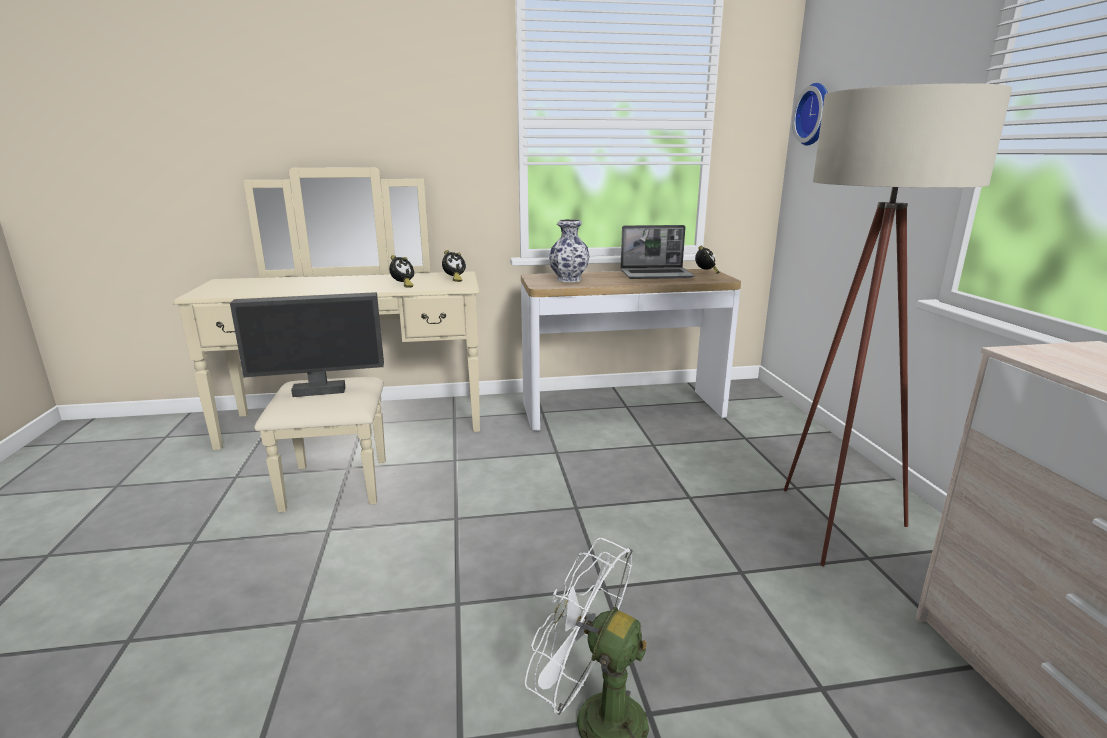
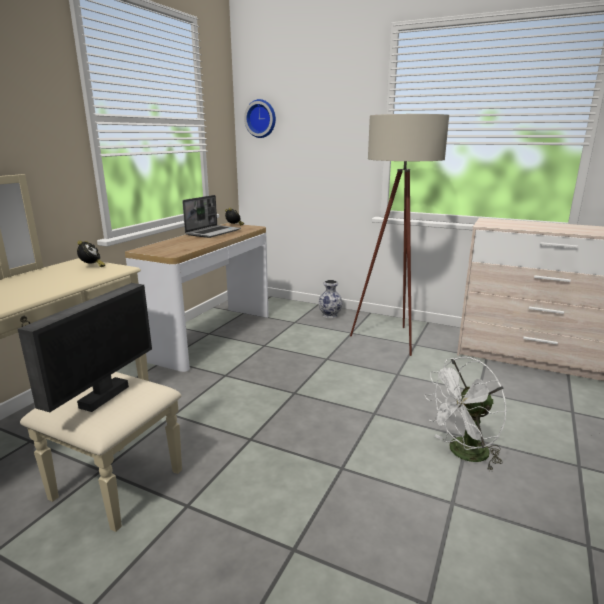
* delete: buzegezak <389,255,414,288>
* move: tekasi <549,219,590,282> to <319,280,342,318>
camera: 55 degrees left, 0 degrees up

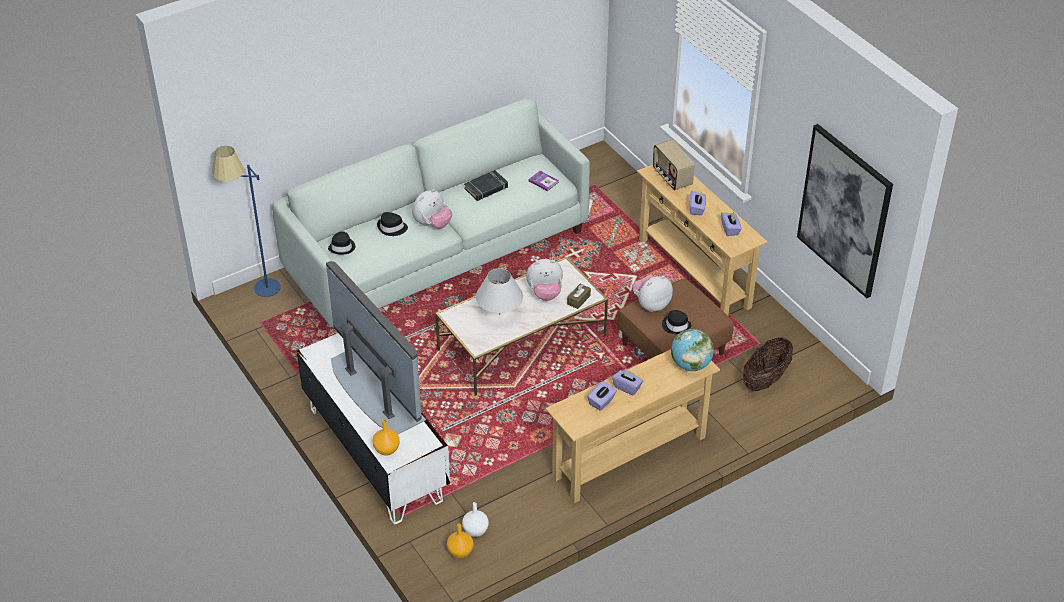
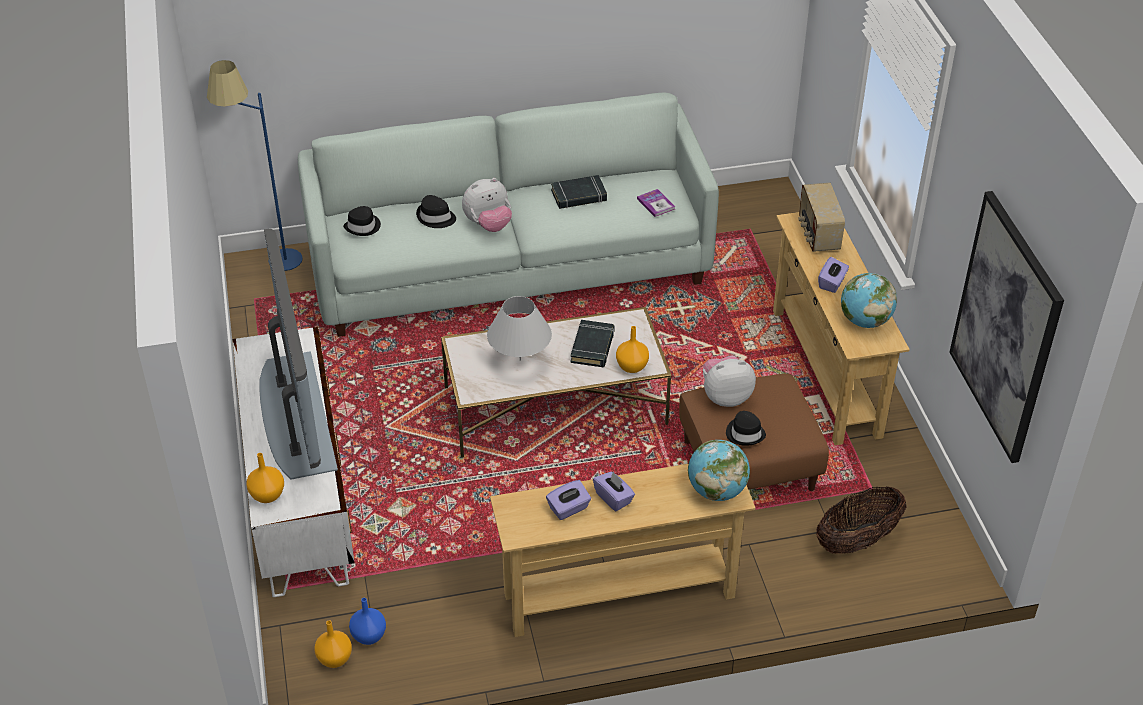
* replace: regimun <526,259,563,301> to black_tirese <570,320,614,367>
* replace: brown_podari <567,284,591,309> to orange_tekasi <616,326,649,373>
* replace: purple_podari <721,212,742,236> to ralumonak <841,273,897,328>
* recolor: white_tekasi <462,502,489,537> to blue_tekasi <349,598,386,645>
camera: 20 degrees right, 0 degrees up

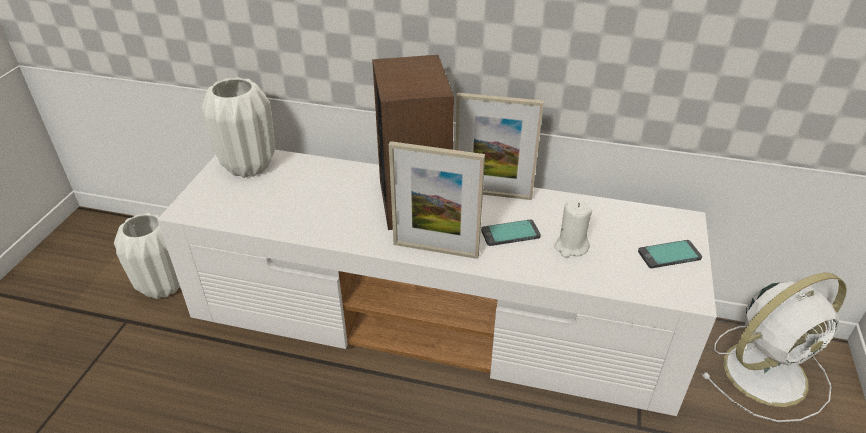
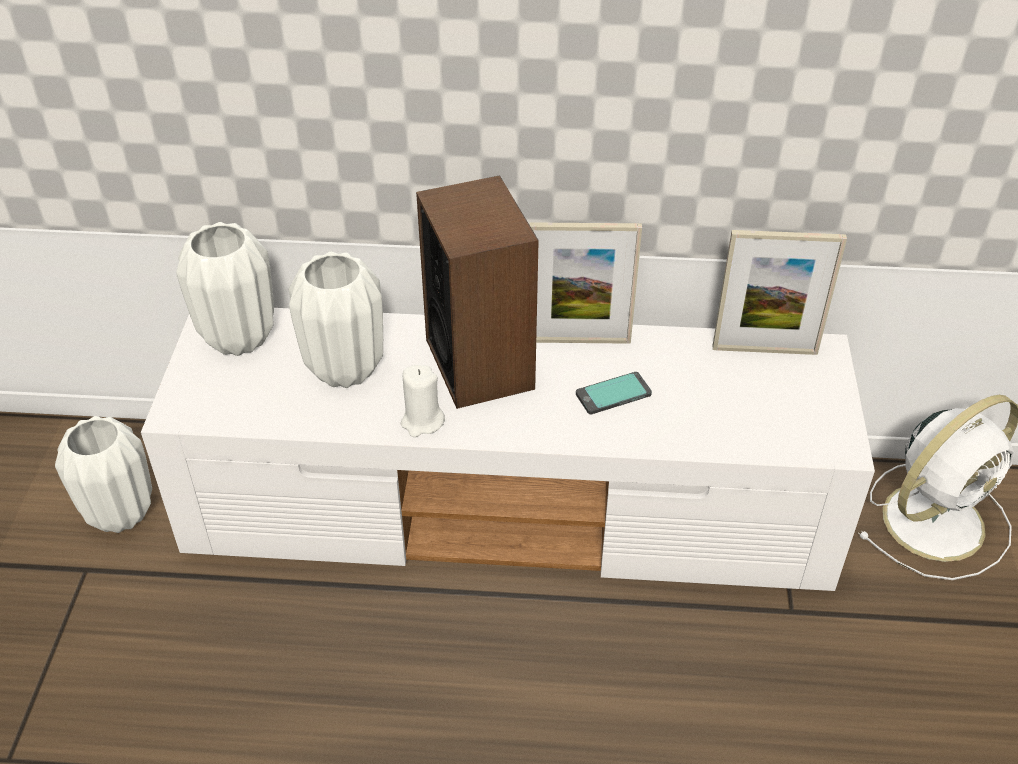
* delete: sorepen <638,240,702,268>
* insert: white_tekasi <289,252,383,388>
* move: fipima <389,141,485,259> to <713,230,847,355>
* move: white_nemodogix <554,200,592,258> to <401,365,445,437>
camera: 10 degrees left, 5 degrees up

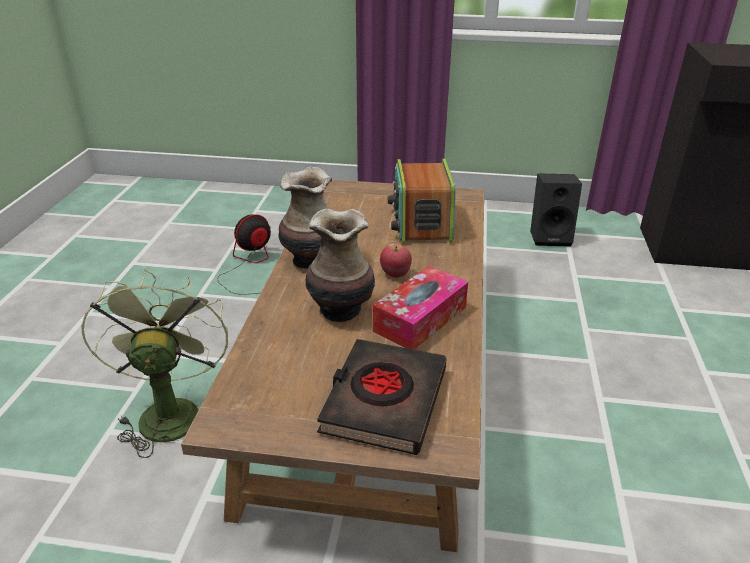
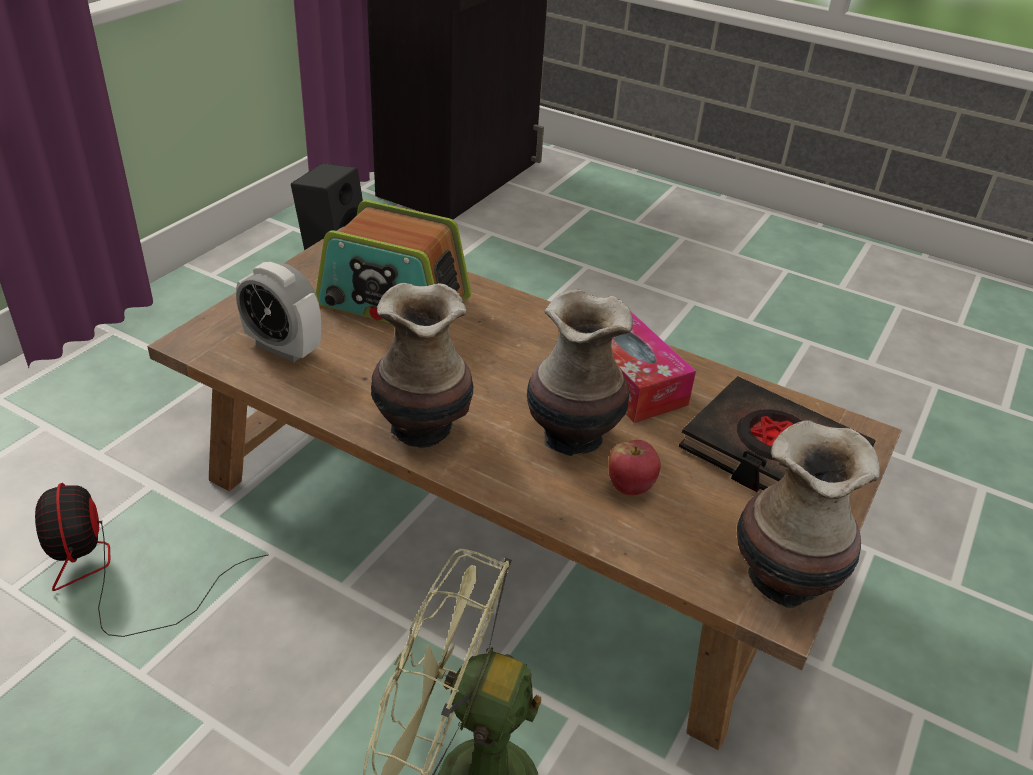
* insert: buzegezak <236,262,321,362>
* insert: tekasi <737,420,880,608>
* move: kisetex <380,244,412,278> to <608,440,661,495>
camera: 70 degrees left, 5 degrees up

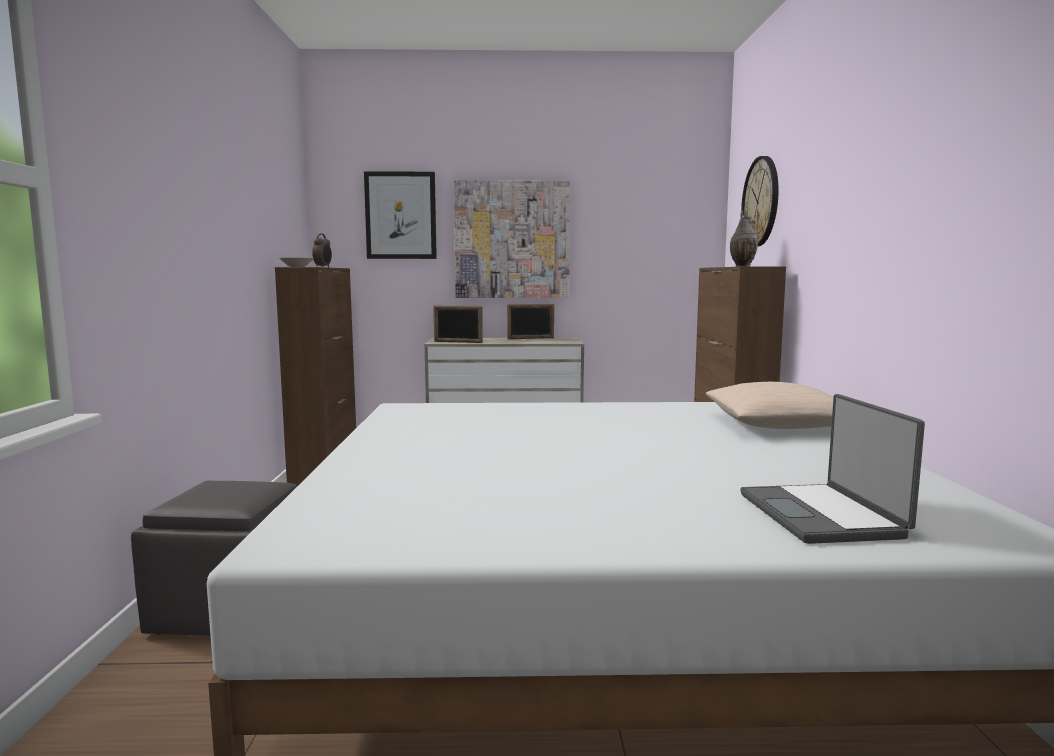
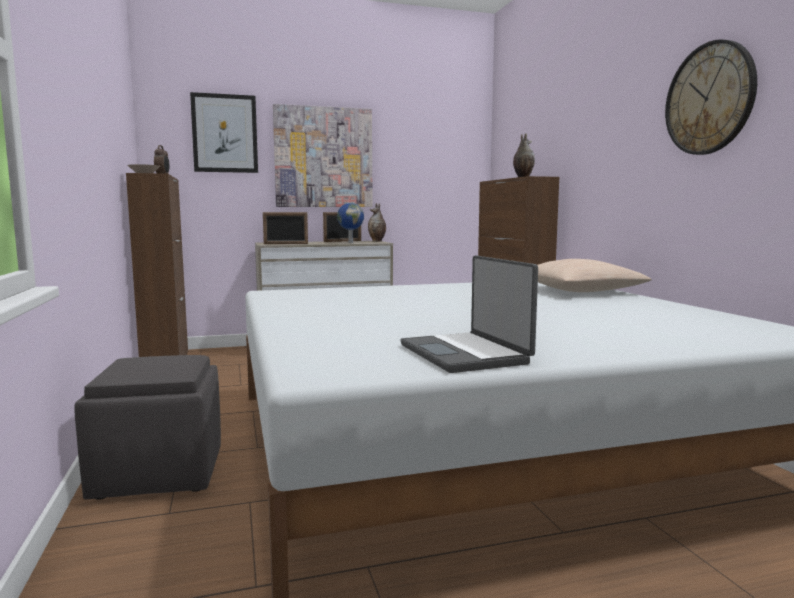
* insert: ralumonak <337,203,364,243>
* insert: tekasi <368,203,386,242>
* move: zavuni <740,394,925,544> to <401,255,538,373>
* move: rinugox <741,156,779,246> to <665,39,757,155>
camera: 15 degrees left, 0 degrees up

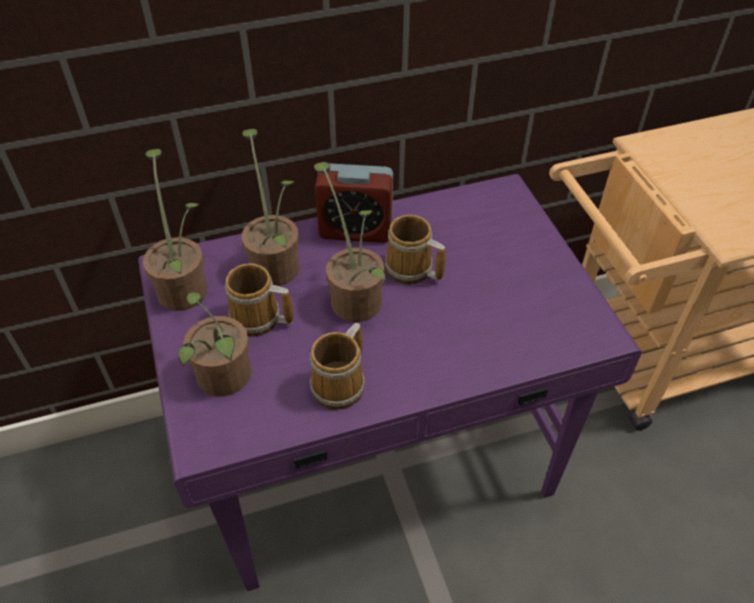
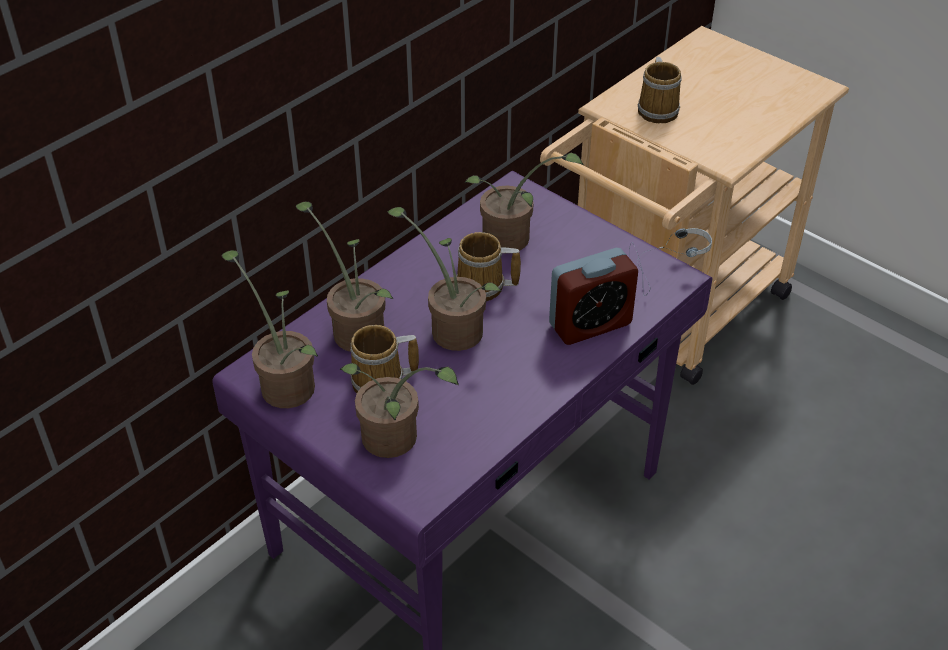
* insert: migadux <464,153,584,251>
* insert: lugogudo <629,228,712,296>
* move: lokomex <310,323,365,410> to <638,57,682,123>
* move: buzegezak <315,163,393,243> to <549,248,638,345>
camera: 30 degrees left, 5 degrees down

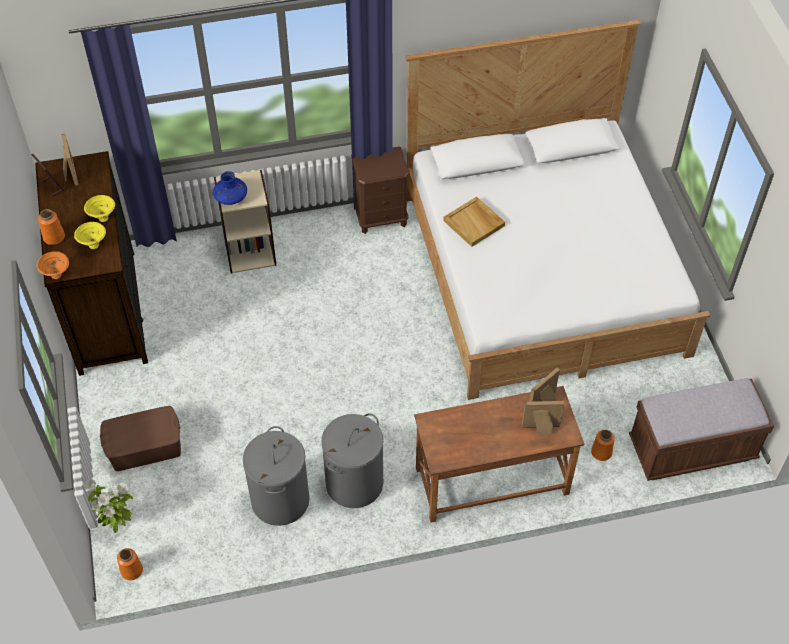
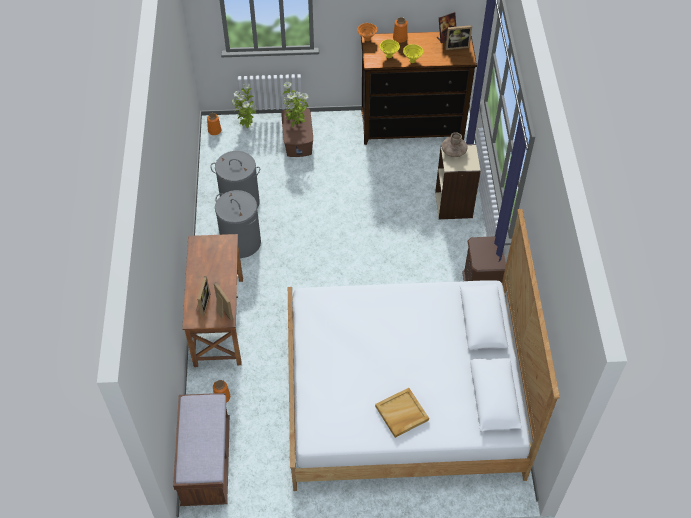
* insert: migadux <283,82,309,127>
* move: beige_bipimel <443,196,505,247> to <375,388,429,438>
* recolor: blue_tekasi <213,171,247,205> to brown_tekasi <441,132,468,157>
camera: 100 degrees right, 0 degrees up

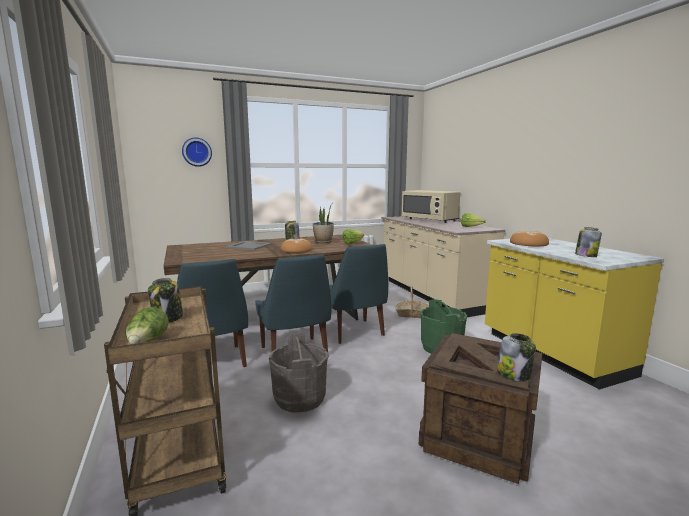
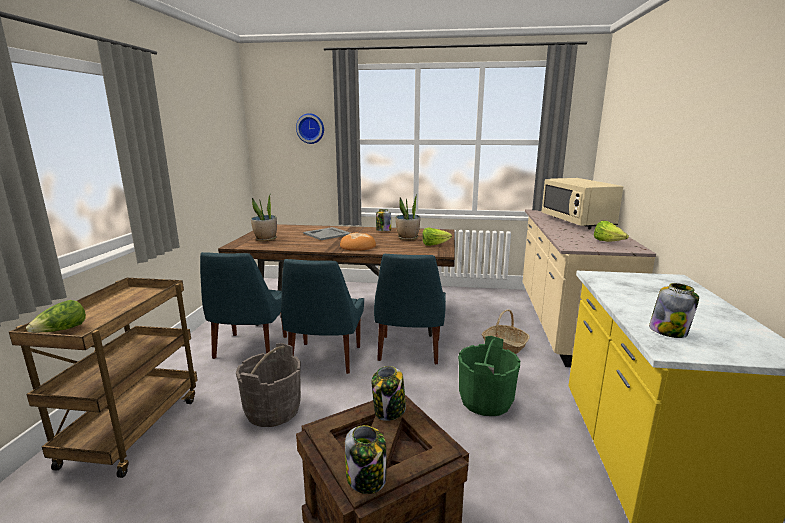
* delete: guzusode <510,231,549,246>
* insert: migadux <251,195,277,241>
* move: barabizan <148,278,183,323> to <372,366,406,421>
camera: 30 degrees right, 5 degrees up

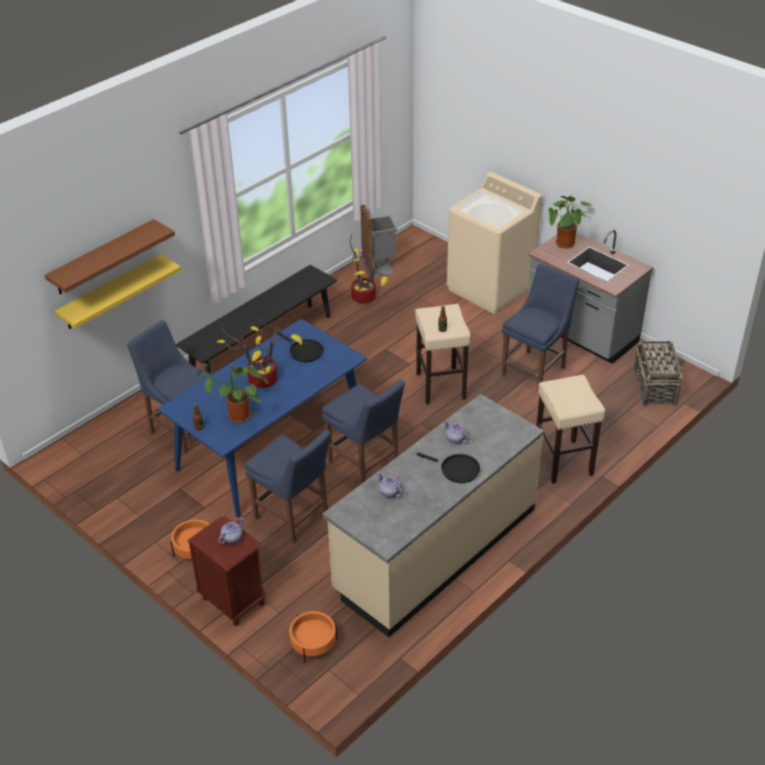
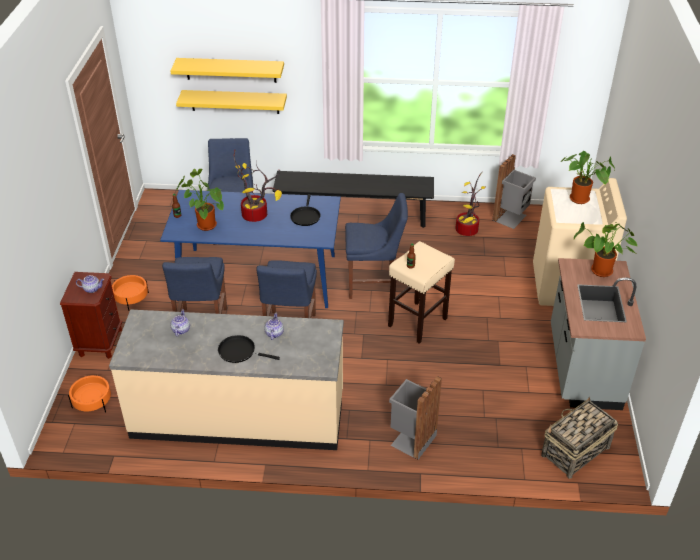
* insert: migadux <561,151,615,204>
* move: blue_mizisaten <502,263,579,392> to <345,193,408,299>
* replace: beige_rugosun <536,375,605,484> to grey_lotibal <389,376,442,460>
* recolor: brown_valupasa <45,219,175,294> to yellow_valupasa <170,58,284,83>
* rotate: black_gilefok <416,453,480,483> = <218,335,280,363> 120 degrees clockwise
camera: 50 degrees right, 0 degrees up

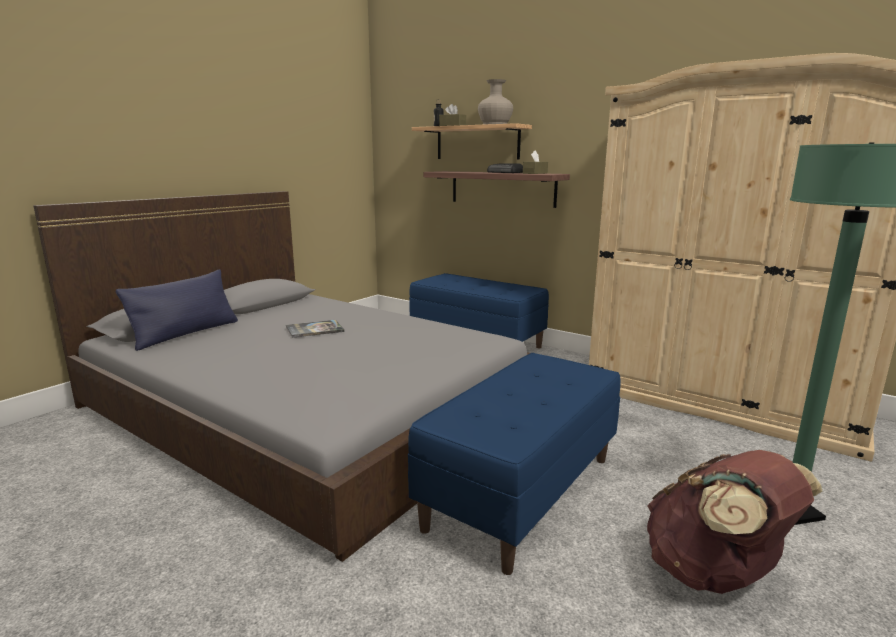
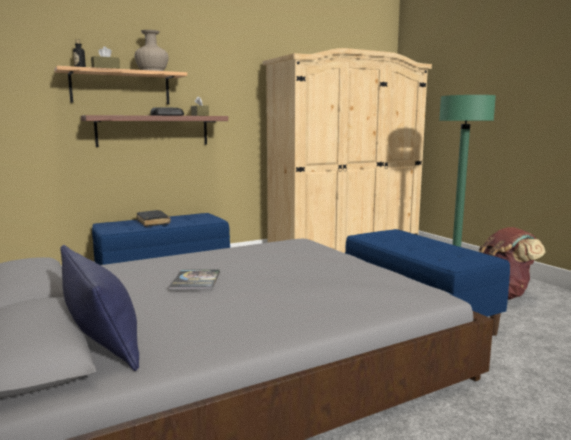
* insert: black_tirese <137,210,171,227>
camera: 65 degrees left, 5 degrees down

